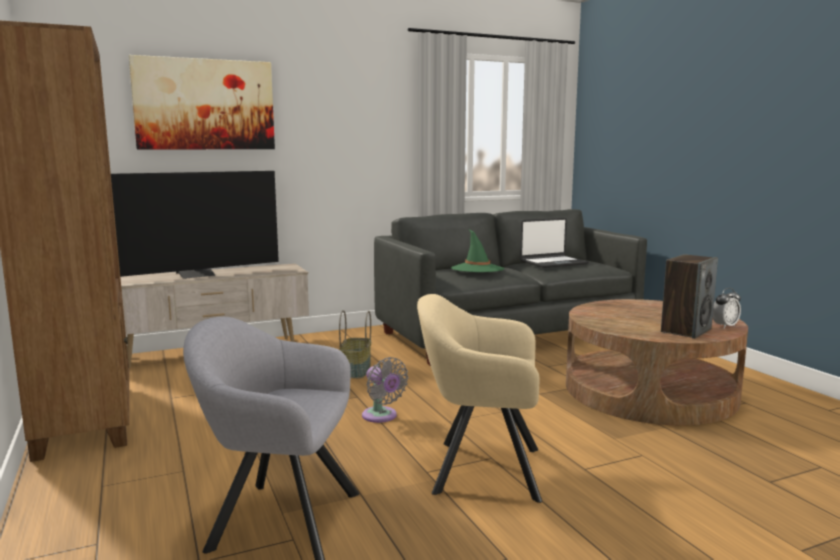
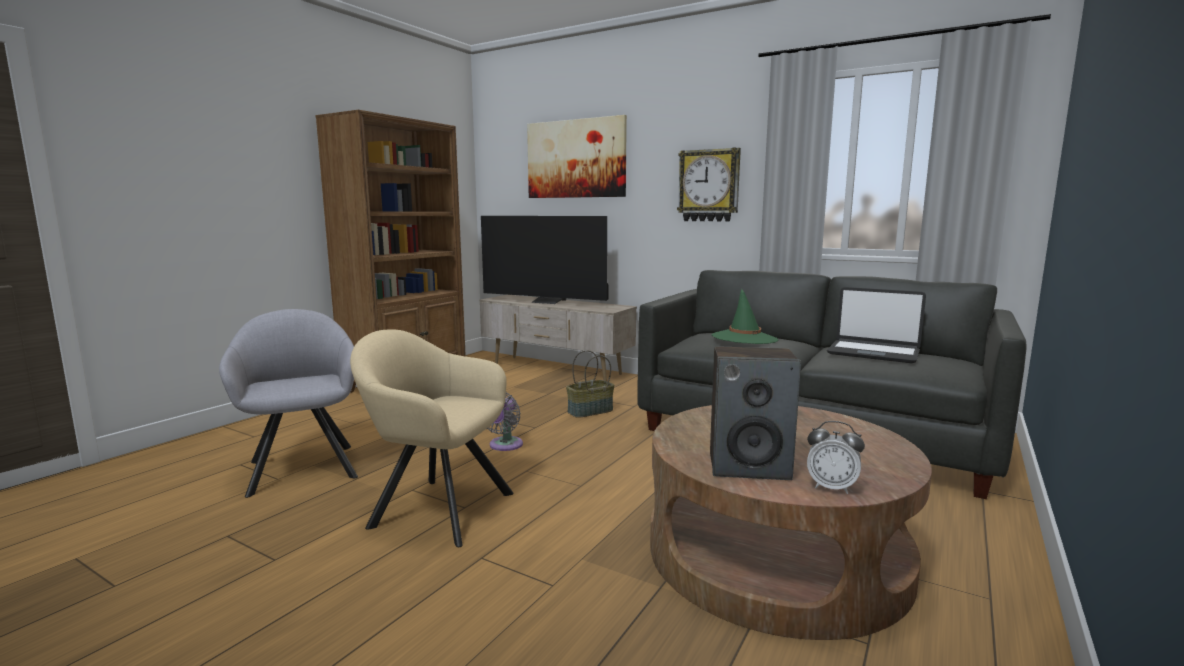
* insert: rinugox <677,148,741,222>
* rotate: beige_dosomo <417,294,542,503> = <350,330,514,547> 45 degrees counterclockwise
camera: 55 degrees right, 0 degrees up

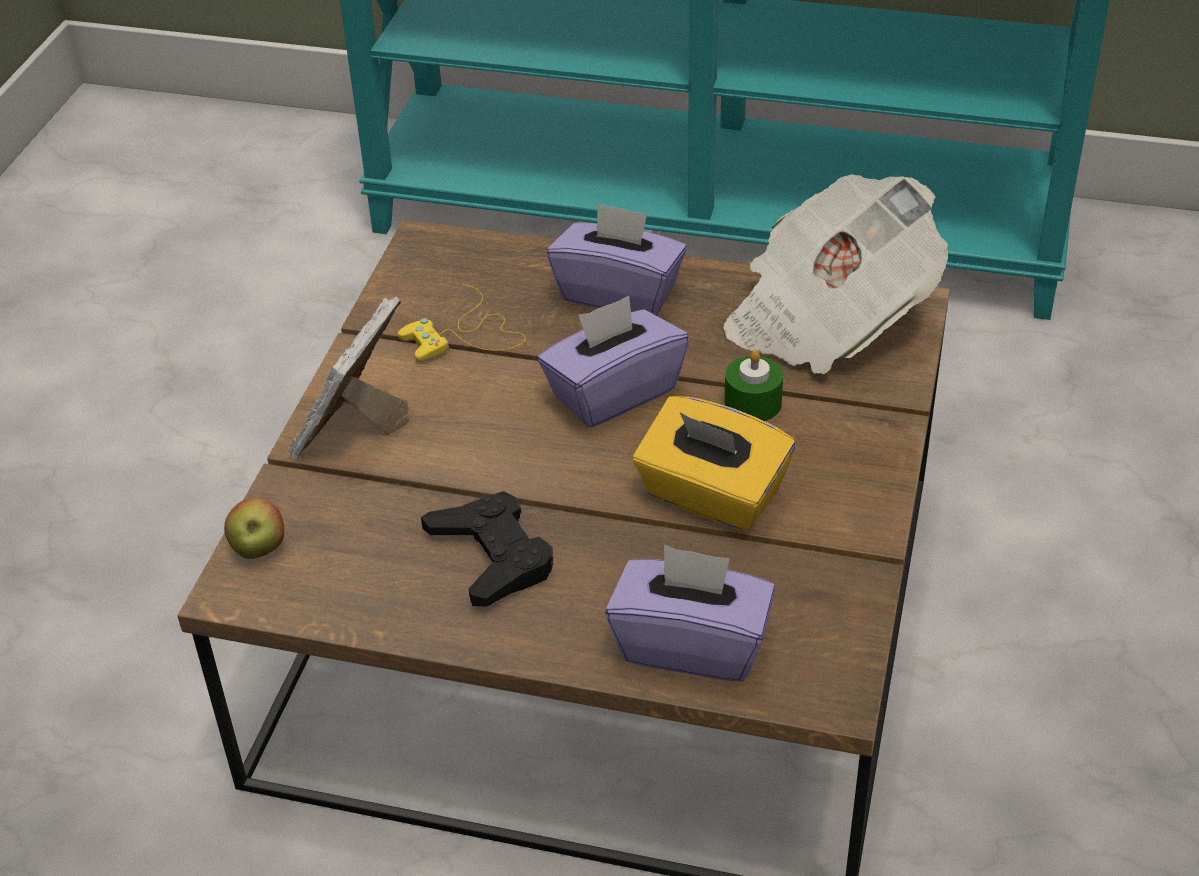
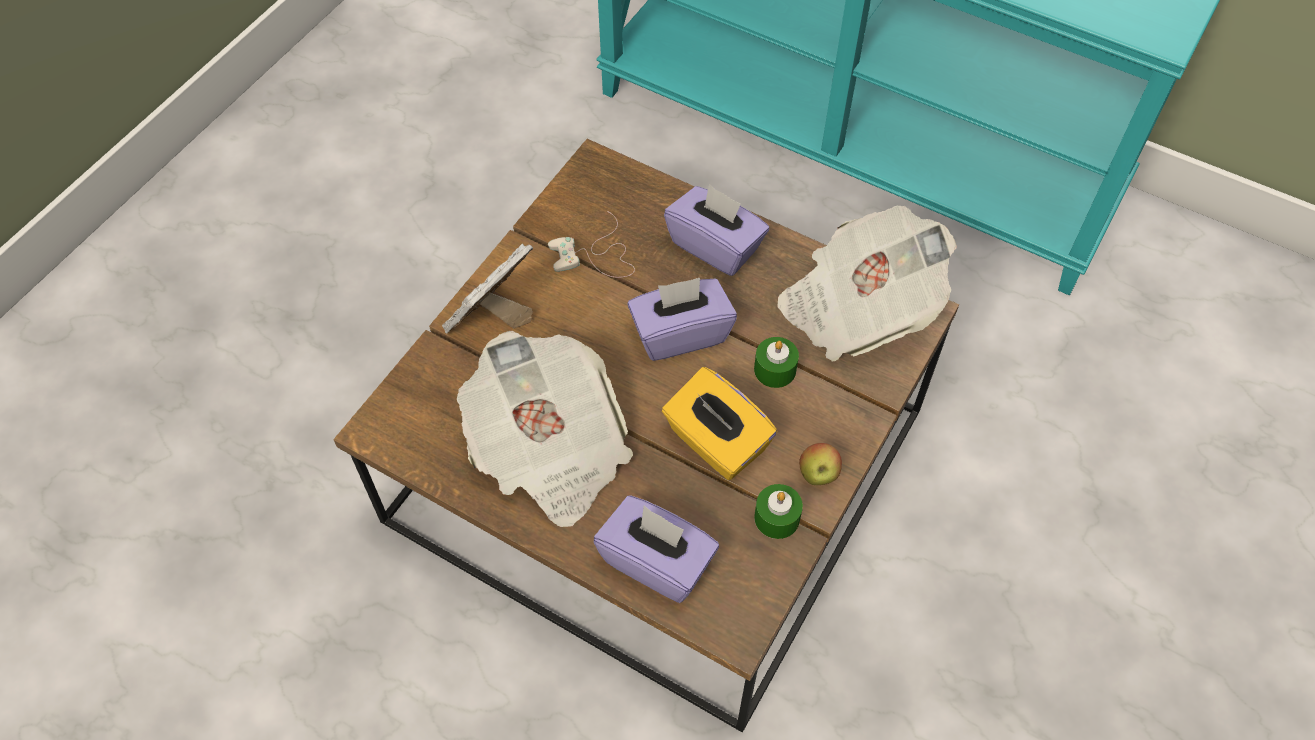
* insert: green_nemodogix <754,484,803,539>
* move: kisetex <224,498,284,559> to <799,443,842,485>
* replace: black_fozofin <421,491,553,607> to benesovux <457,331,633,527>
* recolor: yellow_fozofin <398,285,526,362> to white_fozofin <548,211,635,278>
camera: 15 degrees right, 15 degrees up

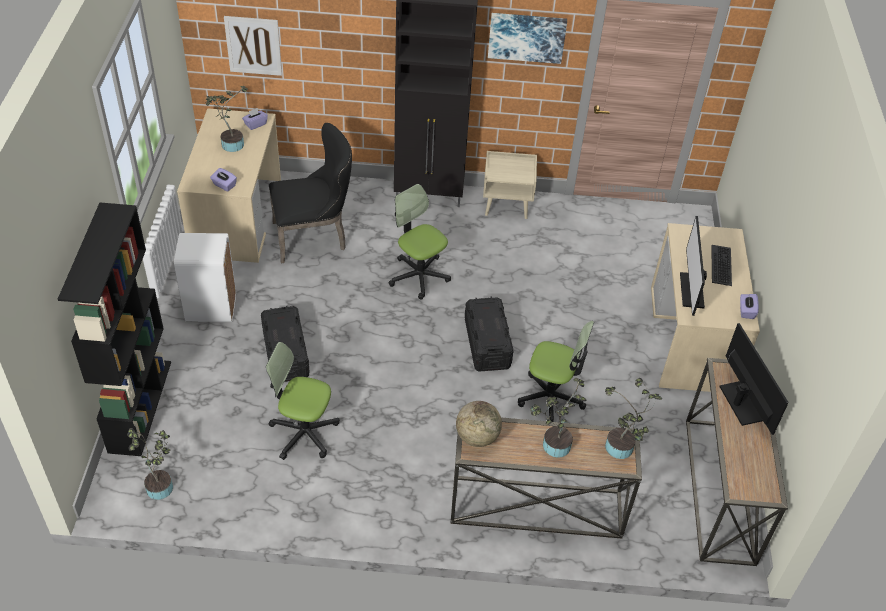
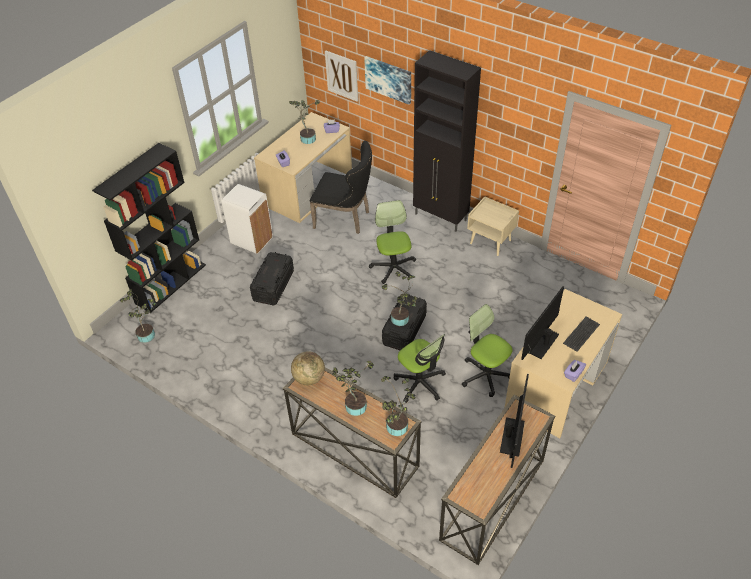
* insert: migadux <382,271,417,326>
* move: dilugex <266,342,340,460> to <462,304,513,397>
* move: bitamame <488,13,567,64> to <364,56,411,105>
camera: 35 degrees right, 0 degrees up

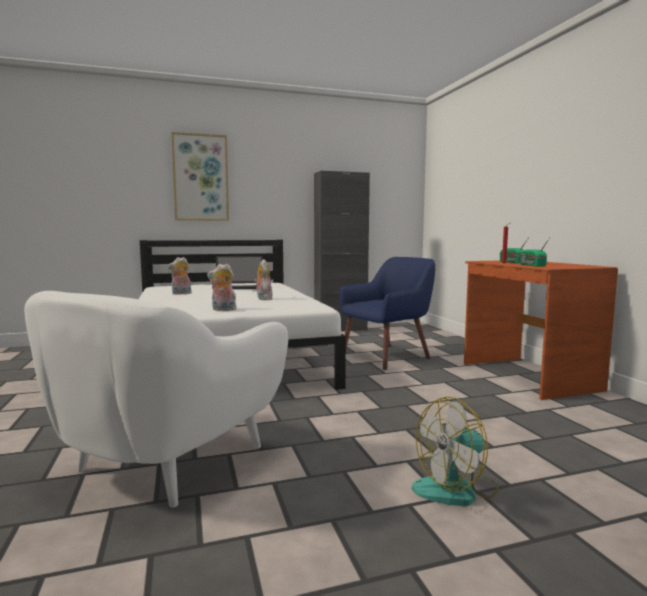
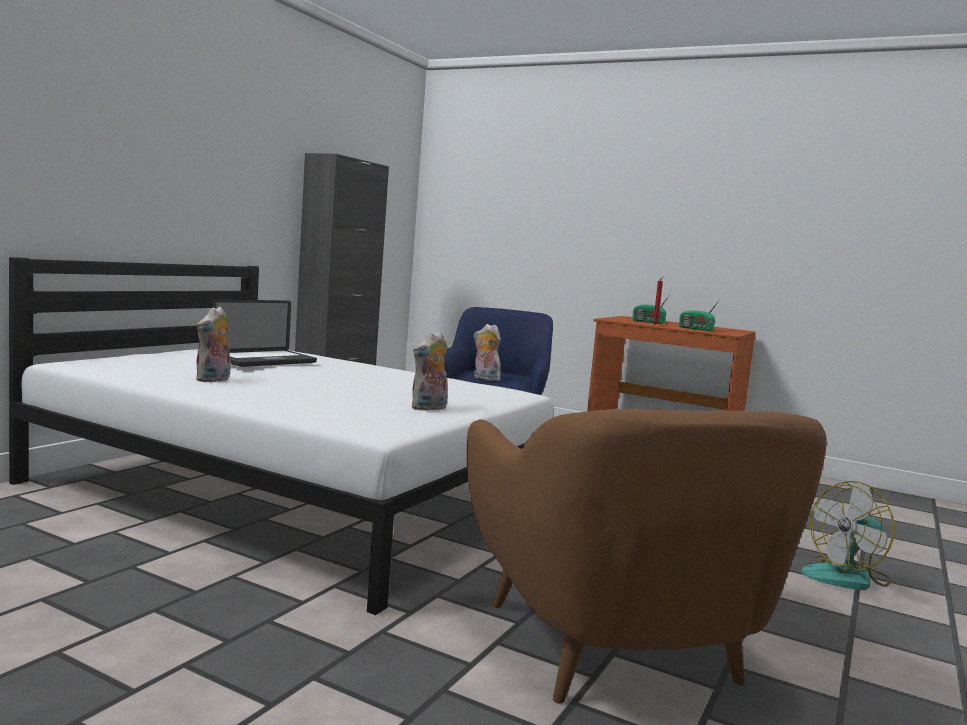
* delete: bitamame <171,132,229,221>
* move: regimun <254,260,273,300> to <474,324,501,381>
* recolor: white_dosomo <24,291,288,508> to brown_dosomo <467,409,827,704>
* rotate: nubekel <412,397,499,506> = <802,481,895,590> 45 degrees clockwise
camera: 45 degrees left, 0 degrees up

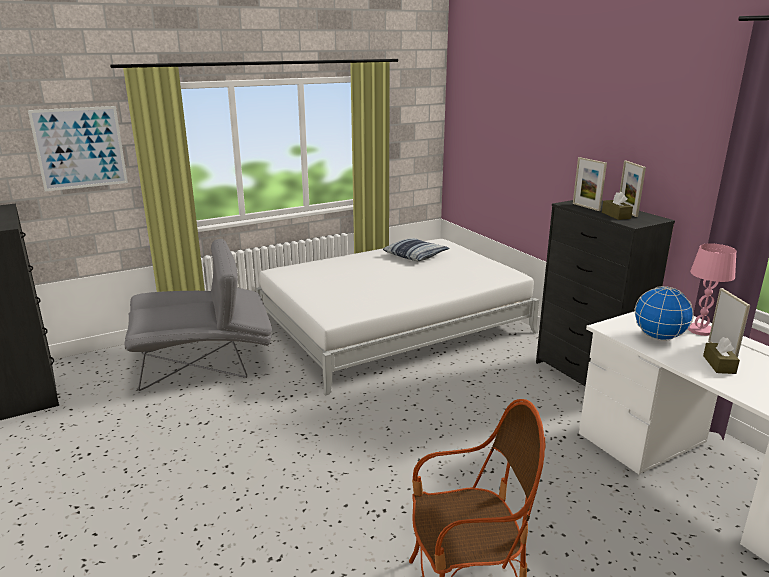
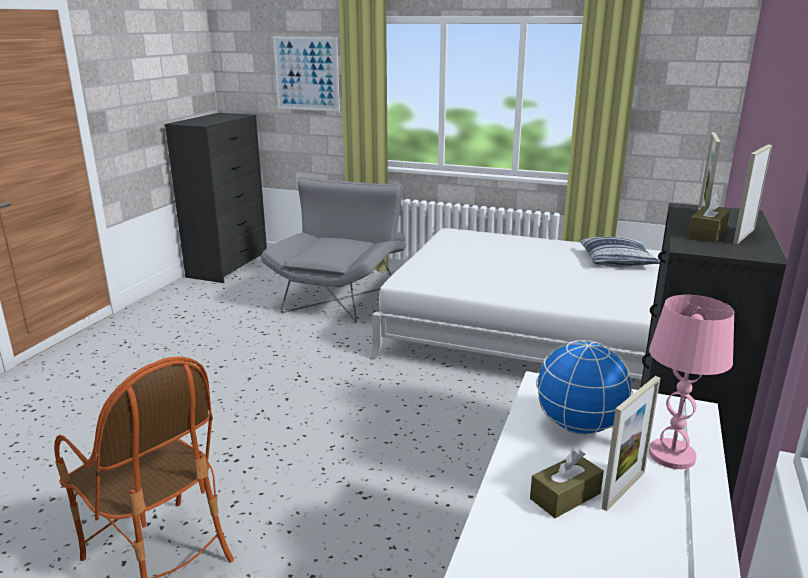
* rotate: grey_dosomo <124,239,272,391> = <260,177,406,323> 105 degrees counterclockwise
camera: 50 degrees right, 0 degrees up

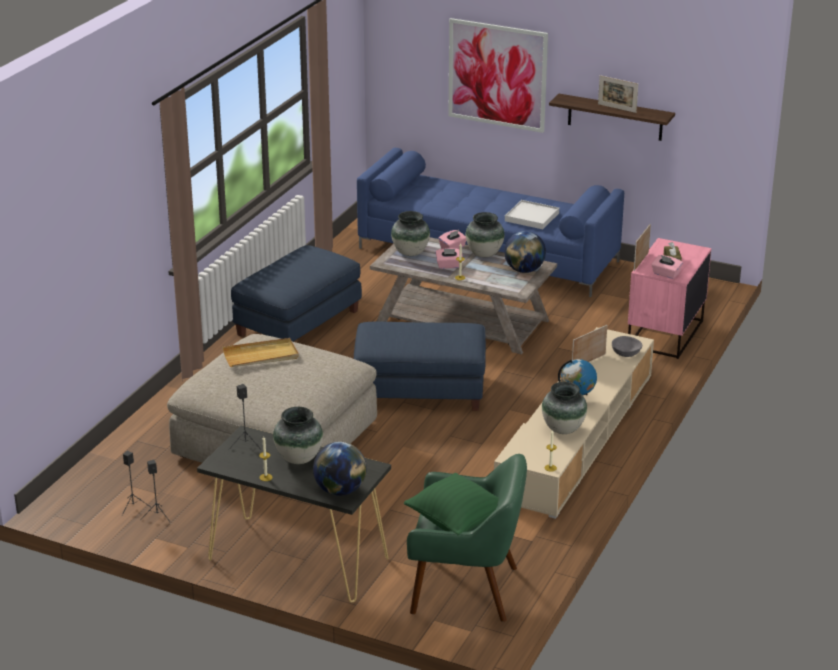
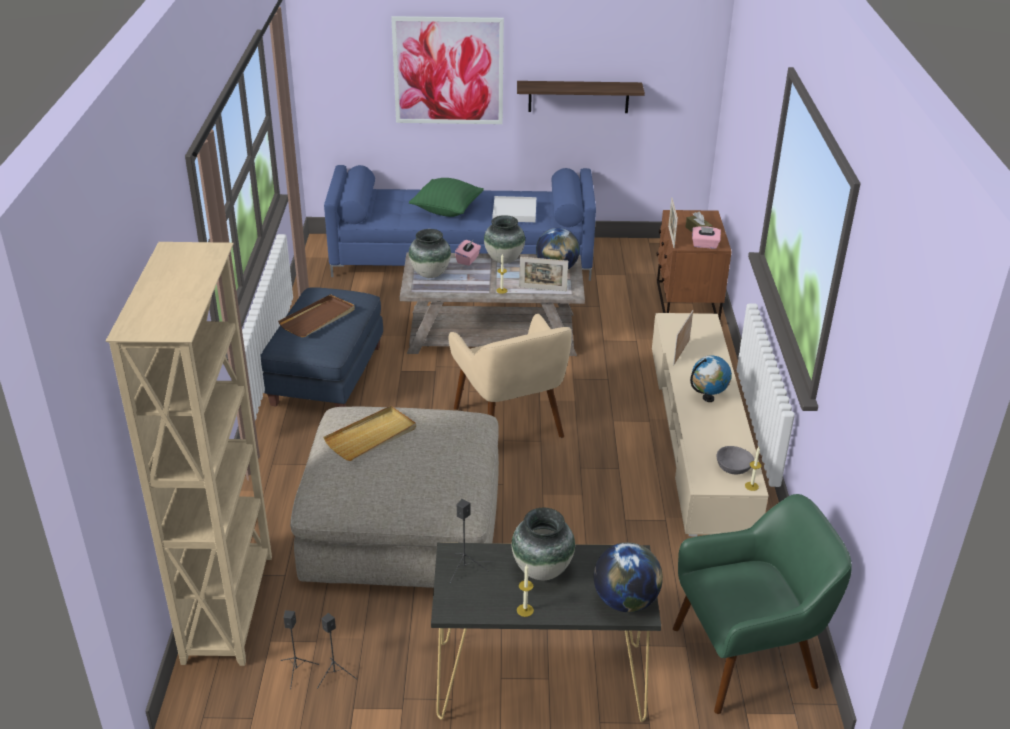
* delete: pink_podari <435,248,463,269>
* delete: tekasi <542,382,587,434>
* insert: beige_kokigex <106,242,272,666>
* insert: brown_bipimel <278,294,355,337>
* move: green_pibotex <404,473,499,536> to <409,178,484,217>
* move: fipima <598,75,638,113> to <519,257,568,291>
* move: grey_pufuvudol <612,336,642,357> to <716,446,754,475>
* replace: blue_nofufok <354,322,486,411> to beige_dosomo <449,314,571,438>
* recolor: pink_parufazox <628,238,711,359> to brown_parufazox <657,210,732,320>
camera: 25 degrees left, 5 degrees up

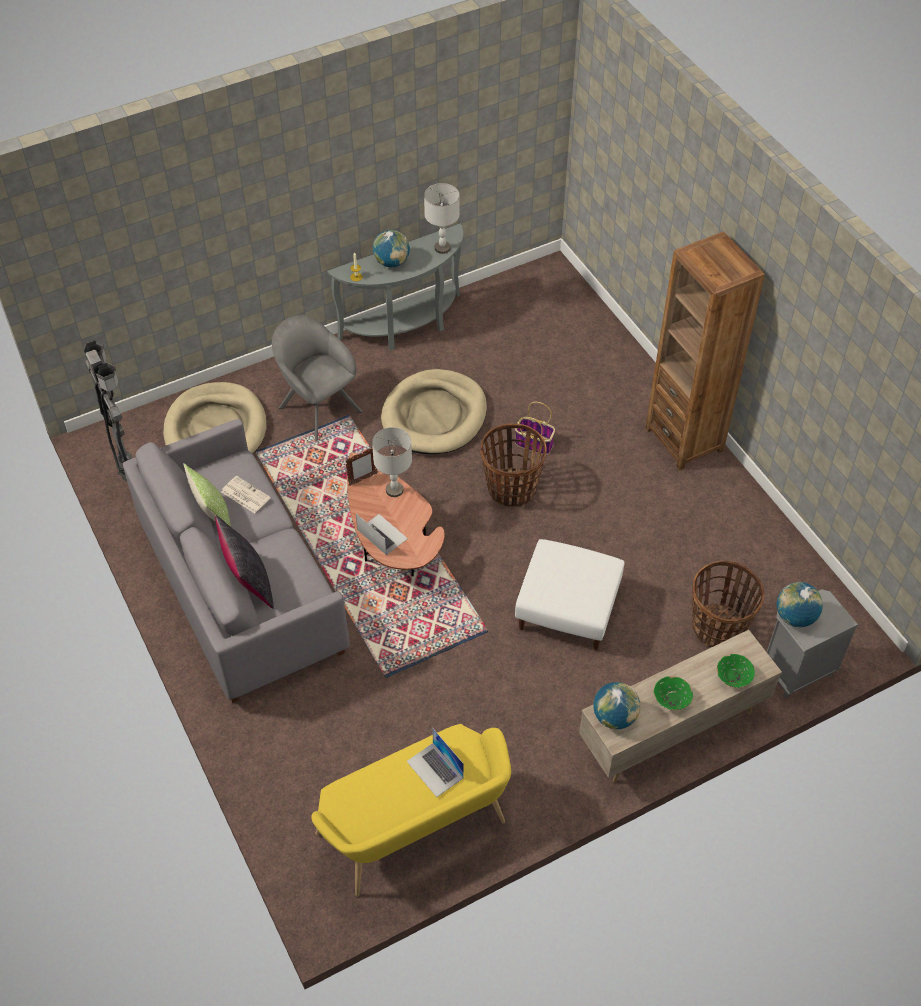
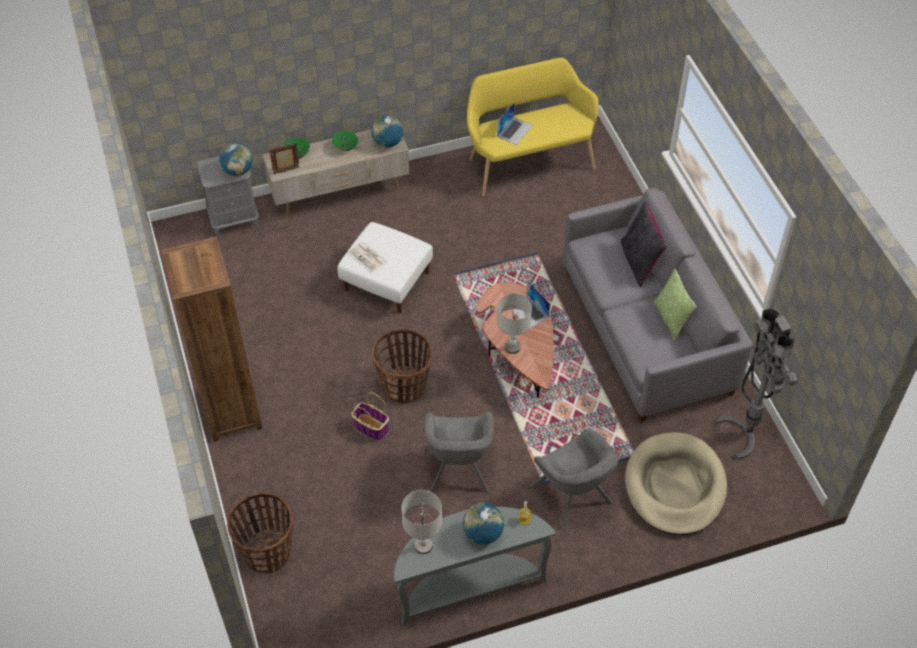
* move: benesovux <221,476,271,513> to <349,242,387,272>
* move: fipima <345,447,378,486> to <269,144,299,174>
* move: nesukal <692,561,764,647> to <227,492,294,573>
* replace: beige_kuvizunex <381,369,487,454> to grey_dosomo <424,412,494,493>
* rotate: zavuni <407,728,464,797> = <497,102,533,145> 60 degrees clockwise
camera: 170 degrees left, 0 degrees up

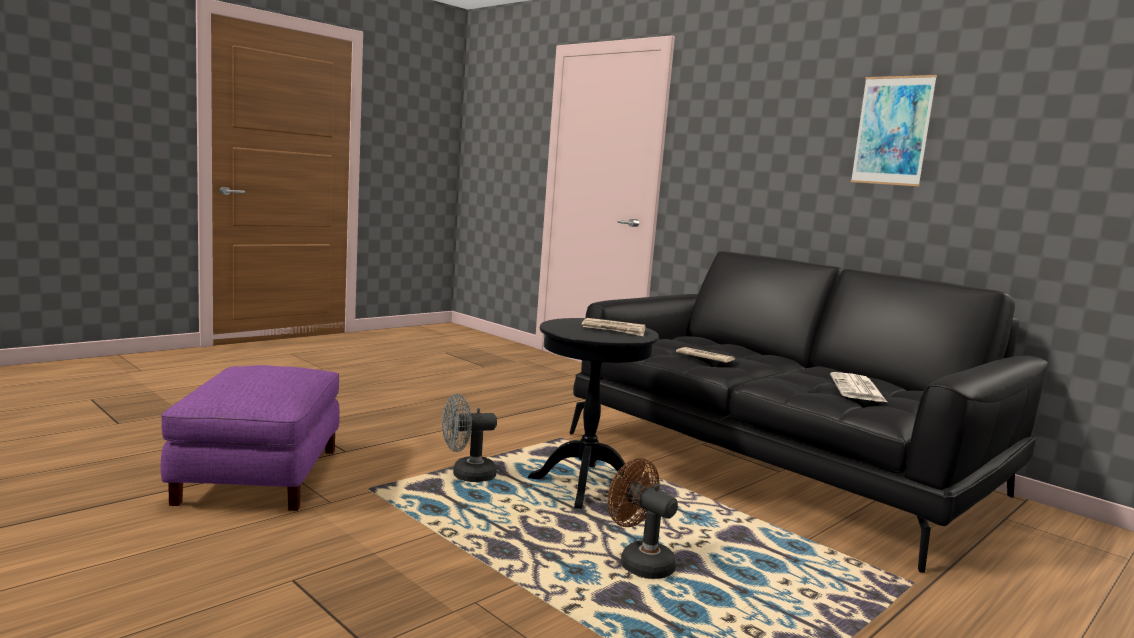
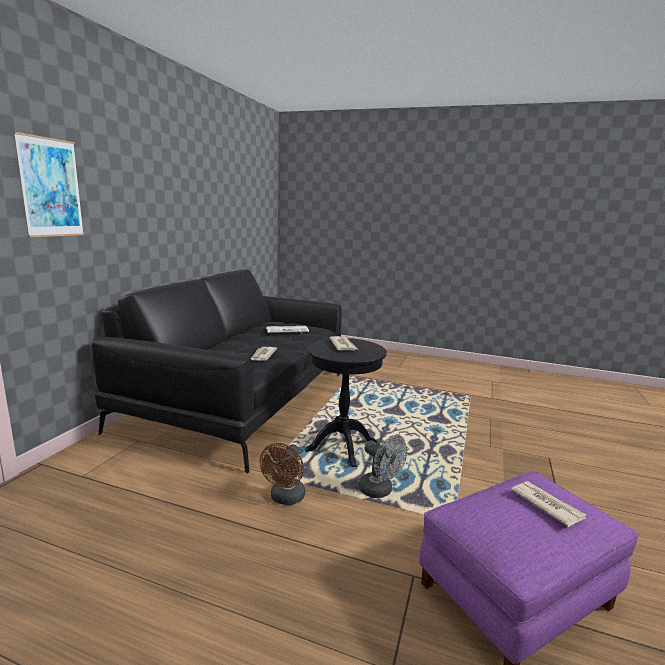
* insert: benesovux <511,481,587,527>
* move: brown_nubekel <608,458,678,579> to <259,443,305,505>
* move: bitamame <851,75,937,186> to <13,132,84,237>
camera: 115 degrees left, 5 degrees up

